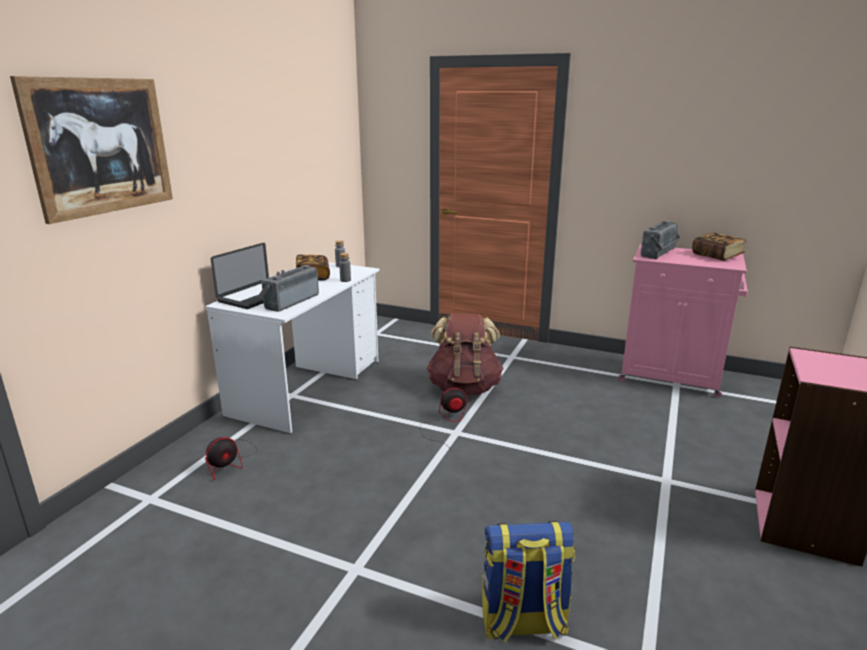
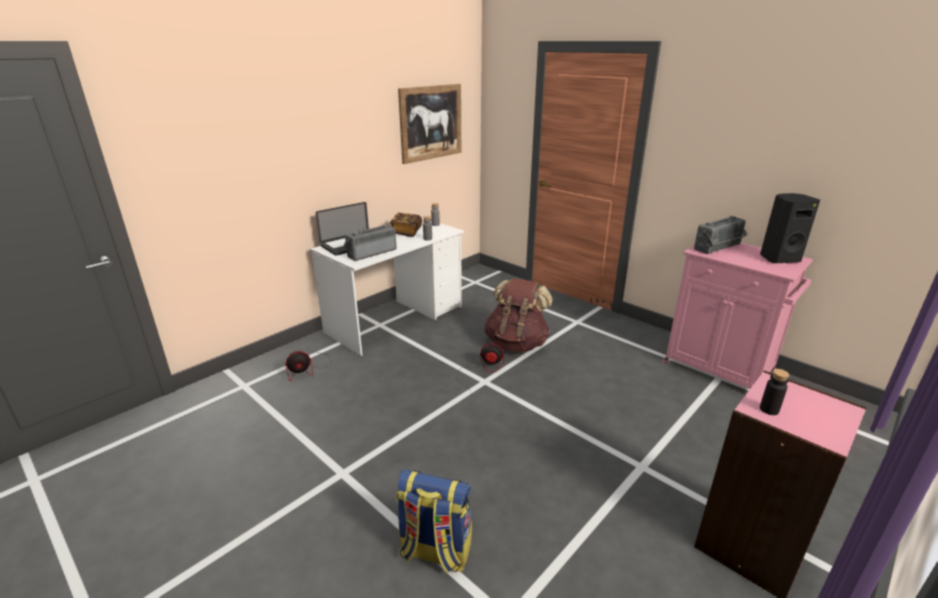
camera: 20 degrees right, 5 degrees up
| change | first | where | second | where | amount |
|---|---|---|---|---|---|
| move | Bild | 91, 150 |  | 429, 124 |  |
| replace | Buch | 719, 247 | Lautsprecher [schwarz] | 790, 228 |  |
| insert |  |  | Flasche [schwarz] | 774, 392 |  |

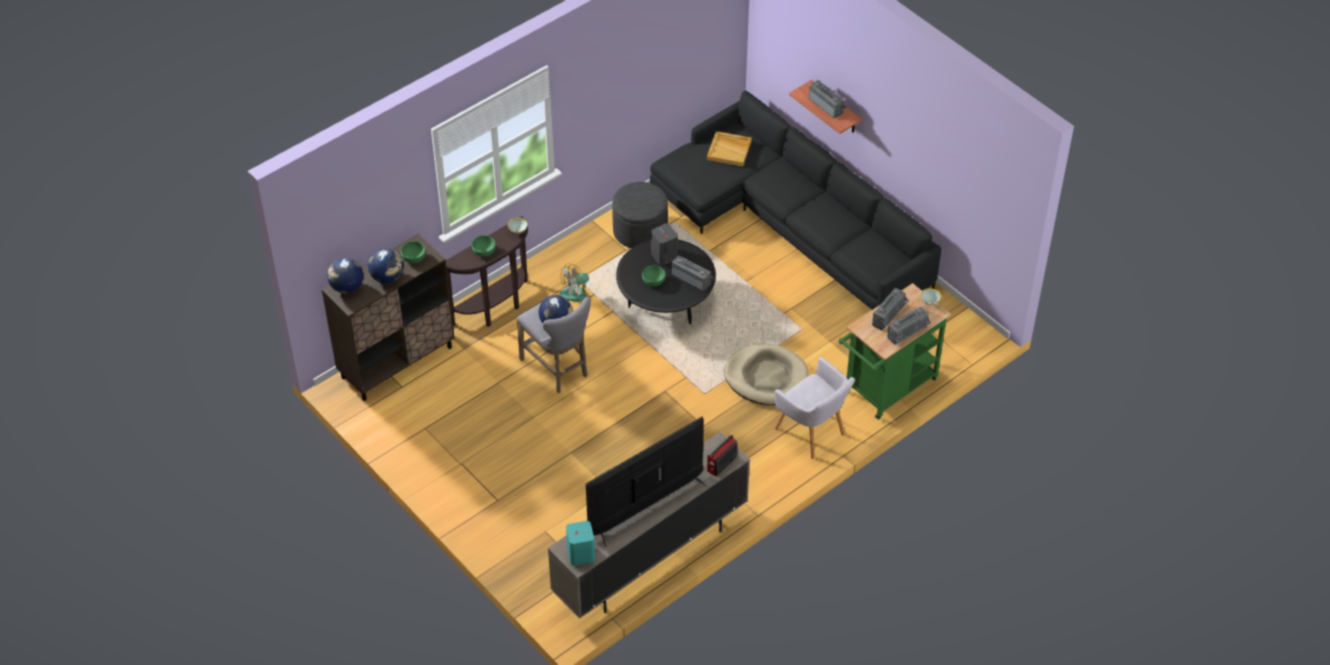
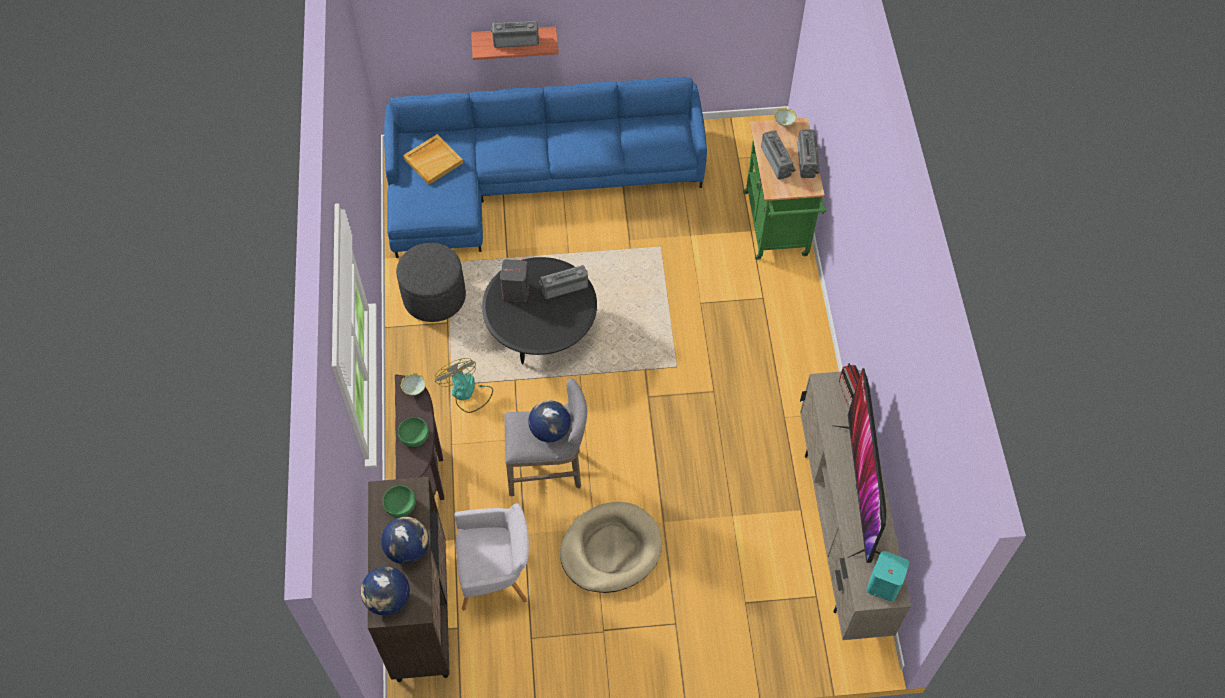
camera: 55 degrees left, 10 degrees up
| change | first | where | second | where | amount |
|---|---|---|---|---|---|
| rotate | Ventilator | 578, 282 |  | 464, 385 | 150 degrees clockwise |
| delete | Schüssel [grün] | 654, 275 |  |  |  |
| recolor | Sofa [schwarz] | 795, 200 | Sofa [blau] | 545, 167 |  |
| move | Hundebett [beige] | 766, 374 |  | 611, 547 |  |
| move | Sessel [grau] | 815, 407 |  | 491, 557 |  |

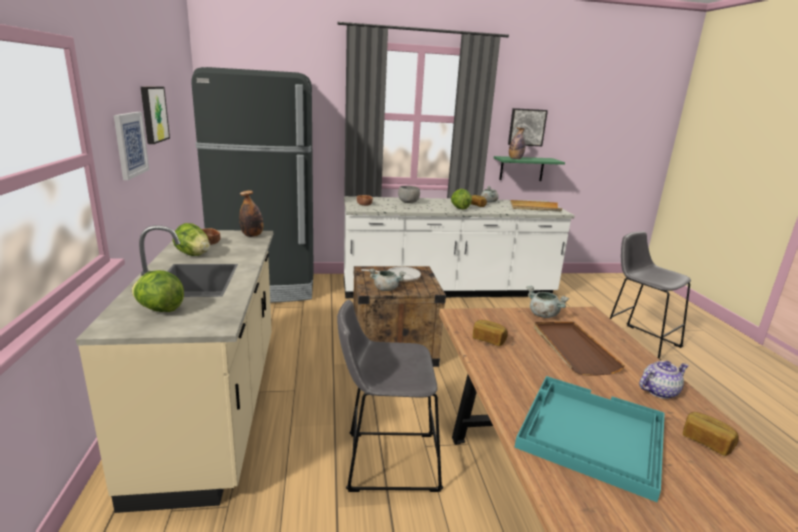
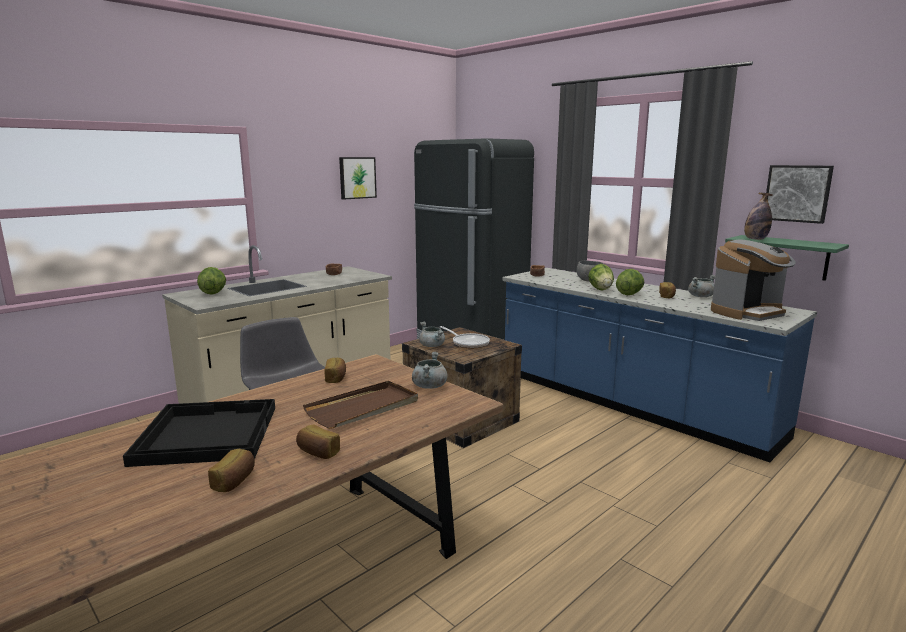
camera: 55 degrees right, 5 degrees down
| change | first | where | second | where | amount |
|---|---|---|---|---|---|
| delete | Bild | 131, 146 |  |  |  |
| move | Salatkopf | 191, 239 |  | 601, 277 |  |
| delete | Flasche | 251, 213 |  |  |  |
| recolor | Küchenzeile [weiß] | 459, 247 | Küchenzeile [blau] | 659, 365 |  |
| replace | Tablett [beige] | 536, 205 | Kaffeemaschine | 753, 280 |  |
| recolor | Tablett [türkis] | 589, 439 | Tablett [schwarz] | 199, 433 |  |
| delete | Hocker [grau] | 650, 295 |  |  |  |
| replace | Teekanne | 664, 380 | Brot | 318, 442 |  |

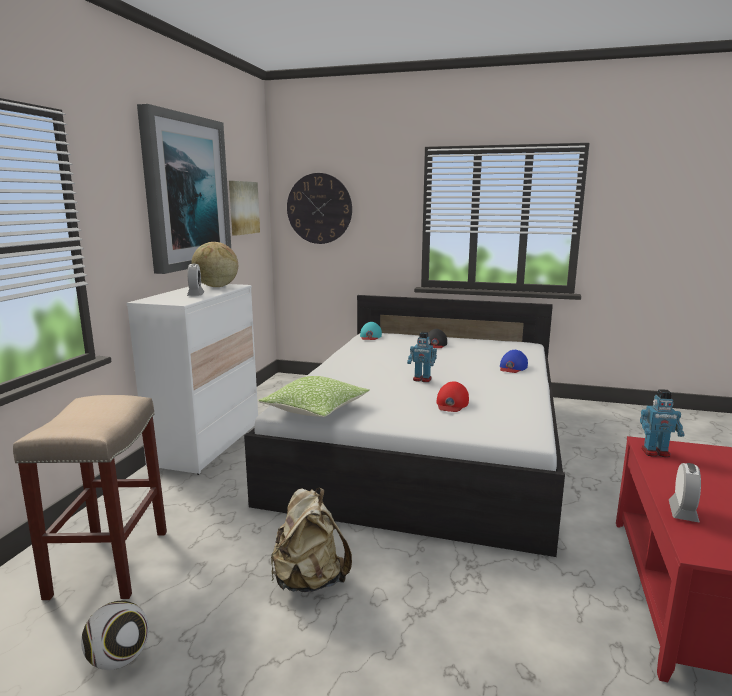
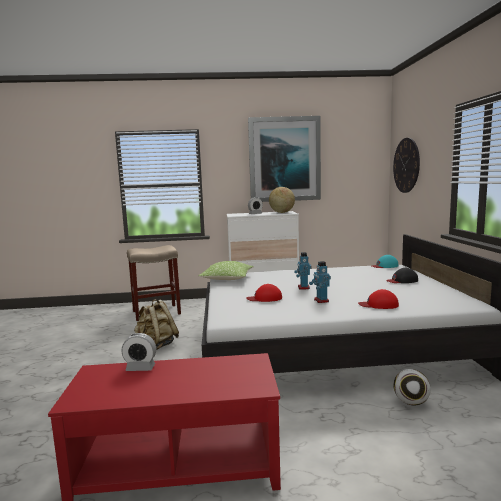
camera: 70 degrees right, 5 degrees down
| change | first | where | second | where | amount |
|---|---|---|---|---|---|
| move | Fußball | 115, 635 |  | 412, 387 |  |
| delete | Bild | 244, 208 |  |  |  |
| recolor | Kappe [blau] | 514, 361 | Kappe [rot] | 378, 299 |  |
| move | Spielzeugroboter | 662, 423 |  | 320, 282 |  |

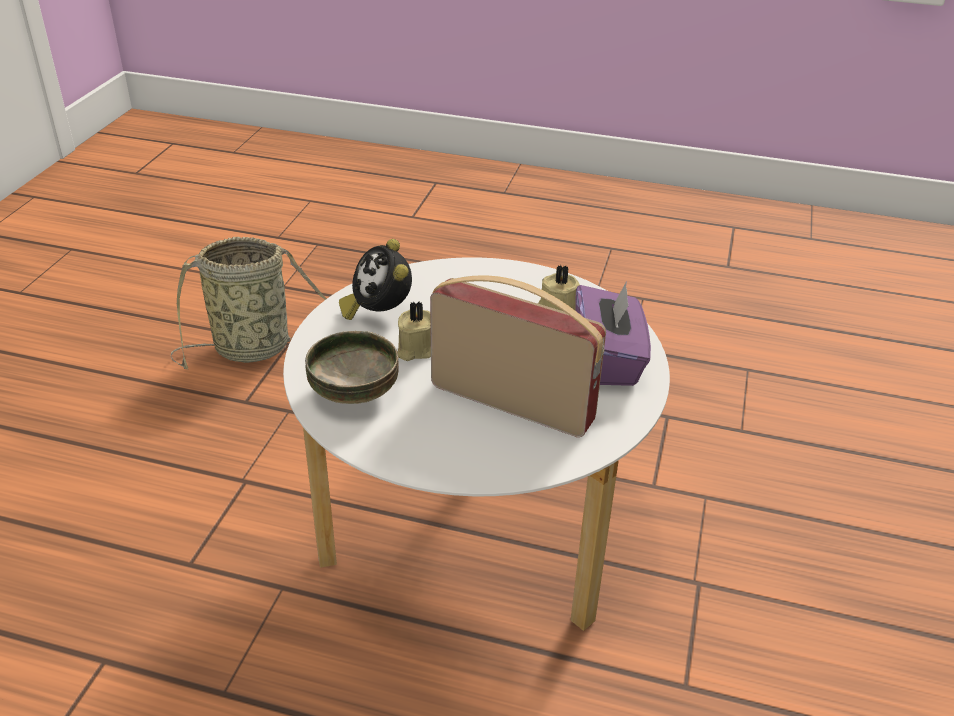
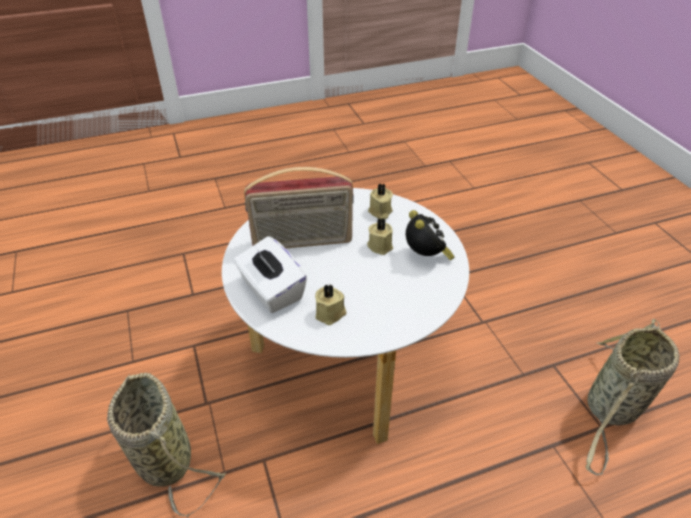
camera: 145 degrees right, 5 degrees up
| change | first | where | second | where | amount |
|---|---|---|---|---|---|
| replace | Schüssel | 352, 367 | Kerze [beige] | 380, 201 |  |
| rotate | Wecker | 375, 279 |  | 430, 235 | 45 degrees clockwise |
| recolor | Taschentuchbox [lila] | 613, 333 | Taschentuchbox [weiß] | 270, 274 |  |
| insert |  |  | Korb | 166, 445 |  |

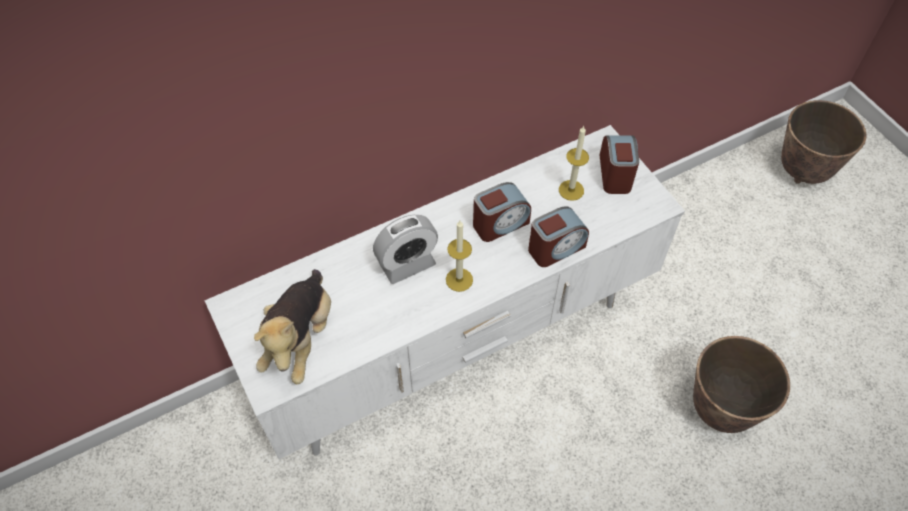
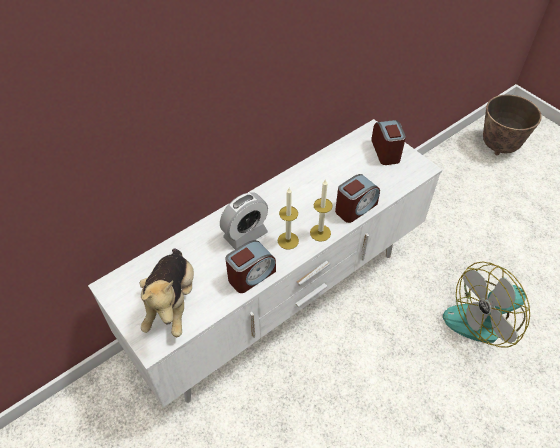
camera: 10 degrees left, 5 degrees down
| change | first | where | second | where | amount |
|---|---|---|---|---|---|
| move | Wecker | 502, 212 |  | 251, 266 |  |
| move | Kerze | 574, 163 |  | 321, 210 |  |
| replace | Pflanzkübel | 741, 384 | Ventilator | 486, 304 |  |

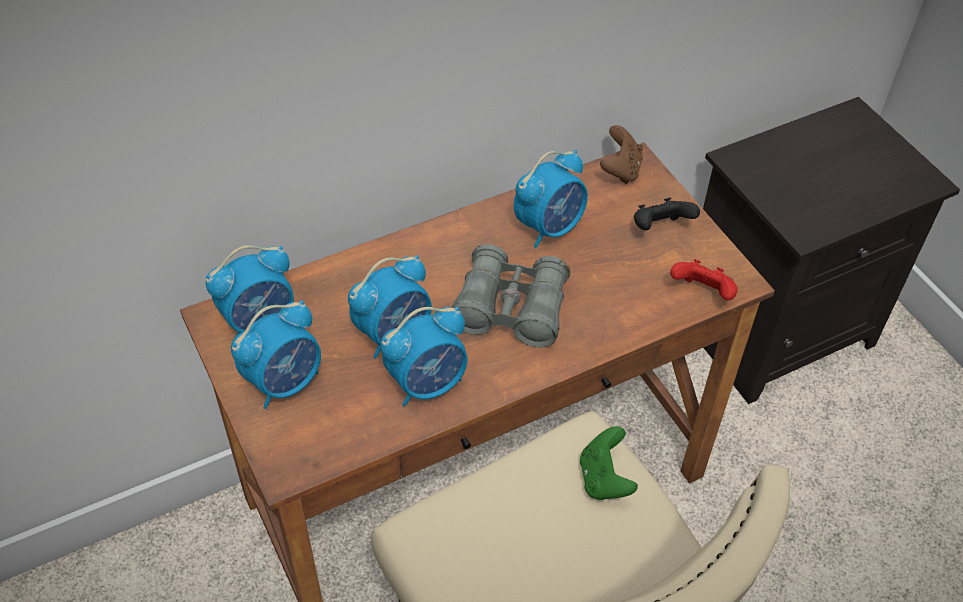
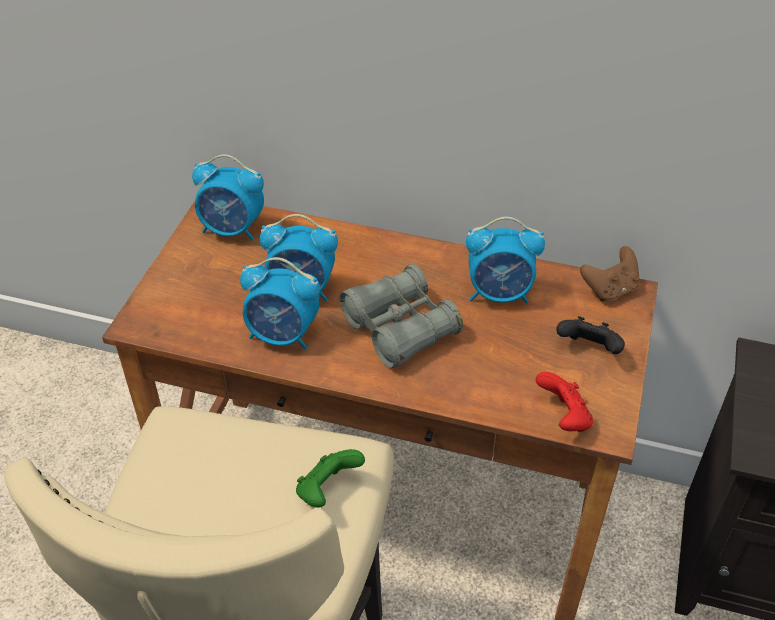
camera: 45 degrees right, 5 degrees down
| change | first | where | second | where | amount |
|---|---|---|---|---|---|
| delete | Wecker | 276, 354 |  |  |  |

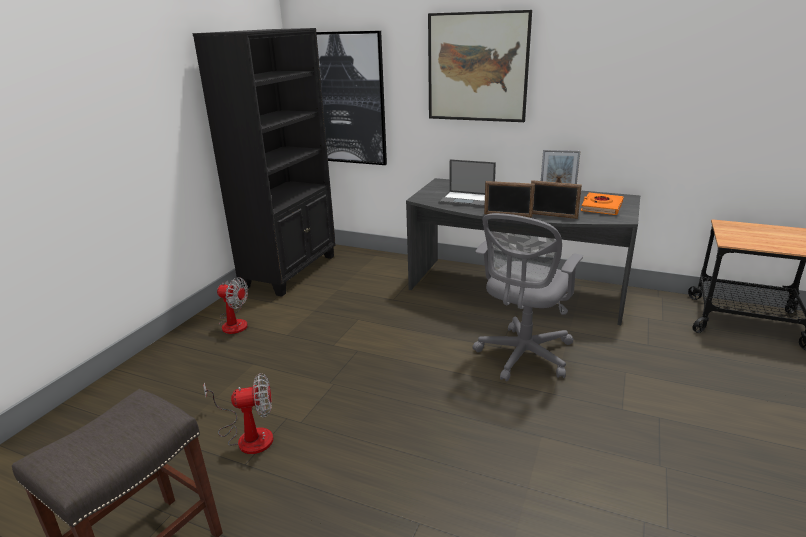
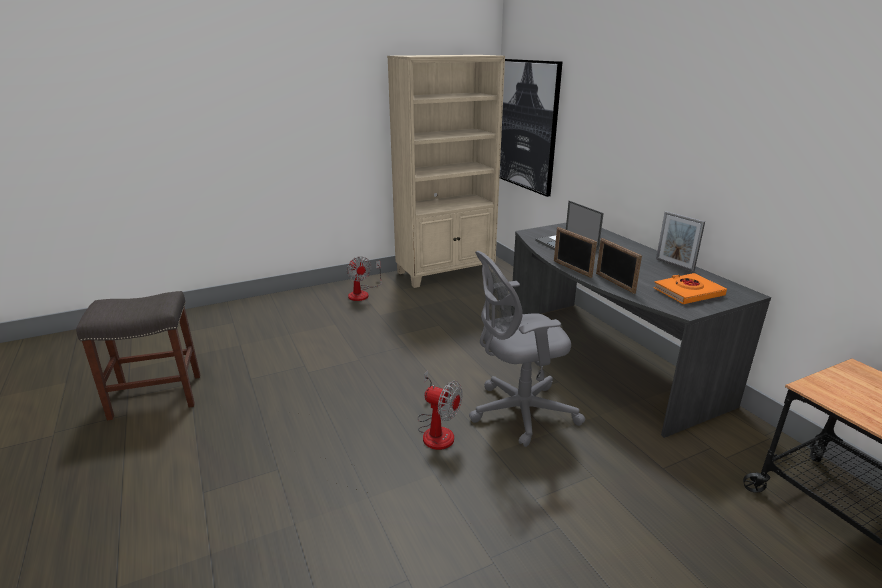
camera: 40 degrees right, 0 degrees up
| change | first | where | second | where | amount |
|---|---|---|---|---|---|
| recolor | Bücherregal [schwarz] | 264, 162 | Bücherregal [beige] | 446, 171 |  |
| move | Ventilator | 238, 413 |  | 440, 410 |  |
| delete | Bild | 480, 66 |  |  |  |

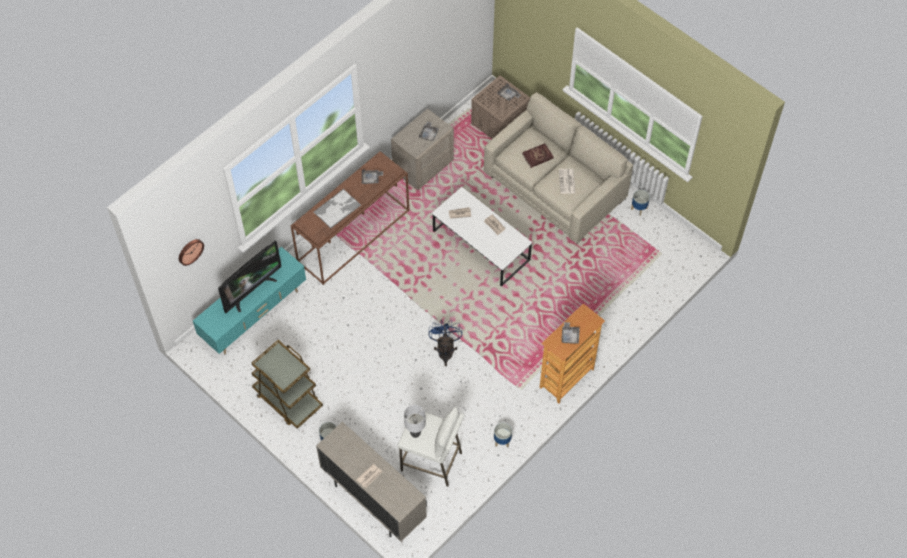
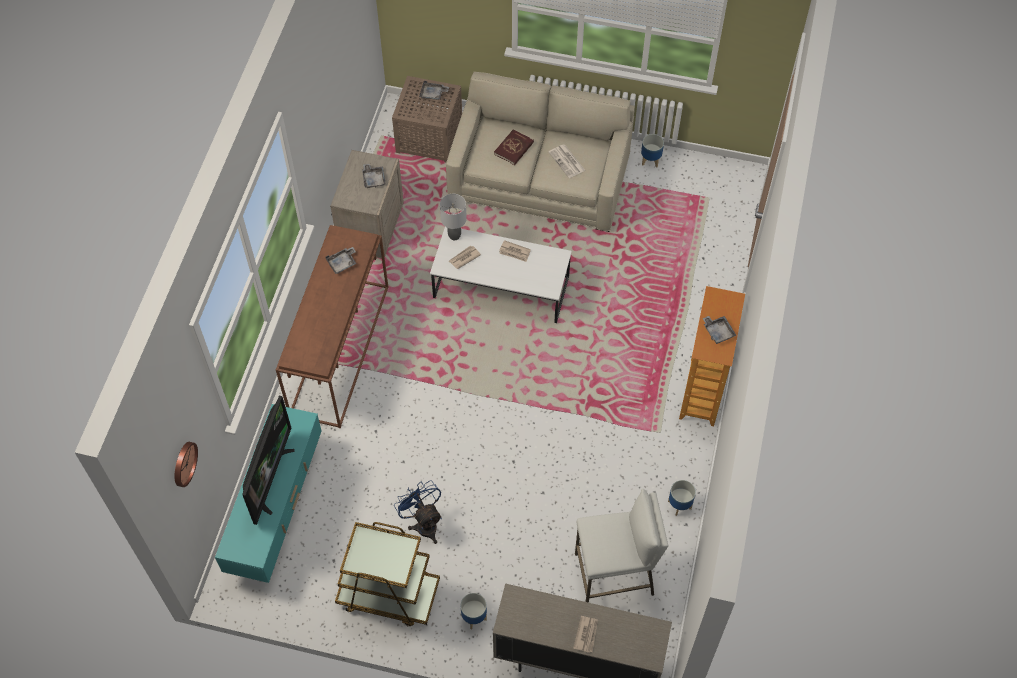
camera: 30 degrees left, 0 degrees up
| change | first | where | second | where | amount |
|---|---|---|---|---|---|
| delete | Tablett | 337, 208 |  |  |  |
| move | Tischlampe [grau] | 415, 421 |  | 453, 217 |  |
| move | Ventilator [blau] | 445, 343 |  | 418, 512 |  |

